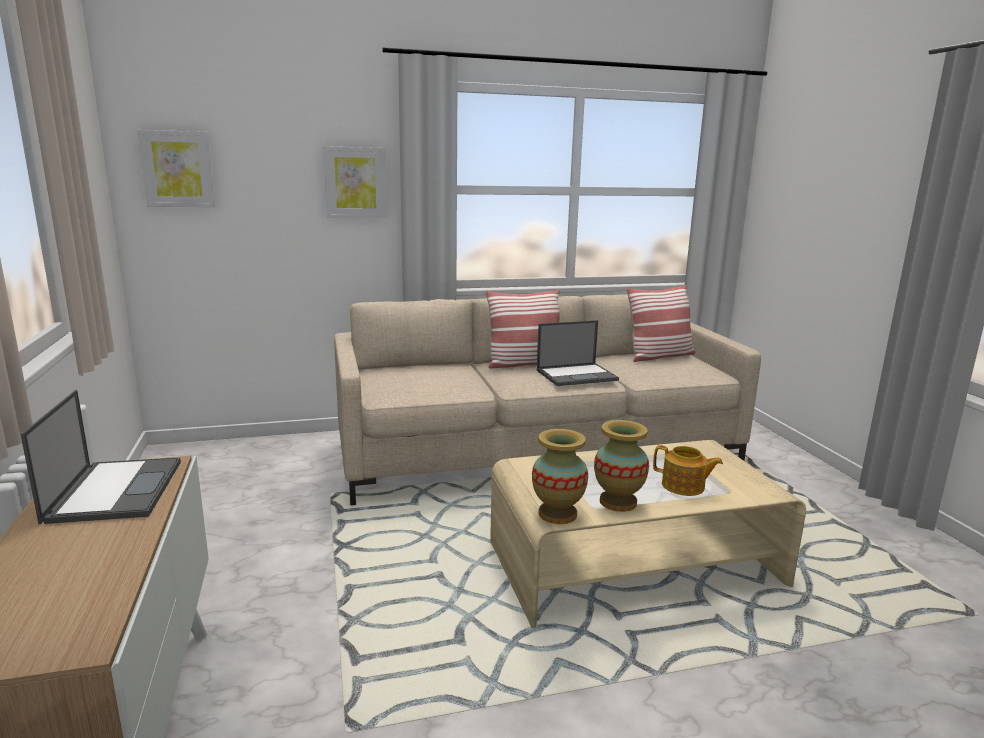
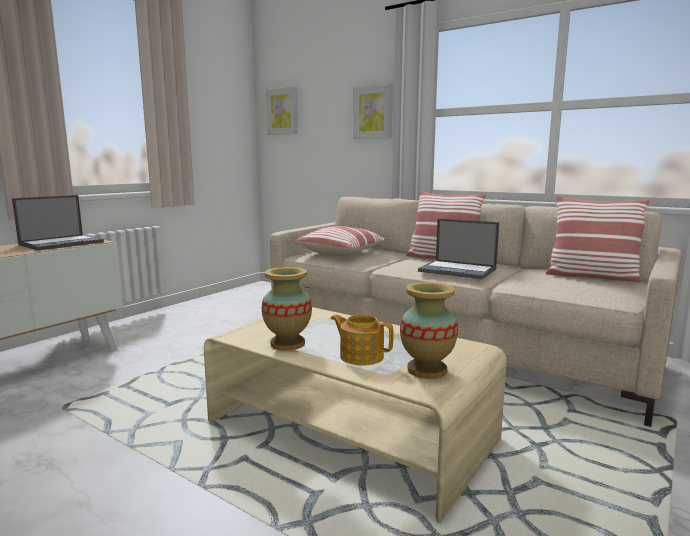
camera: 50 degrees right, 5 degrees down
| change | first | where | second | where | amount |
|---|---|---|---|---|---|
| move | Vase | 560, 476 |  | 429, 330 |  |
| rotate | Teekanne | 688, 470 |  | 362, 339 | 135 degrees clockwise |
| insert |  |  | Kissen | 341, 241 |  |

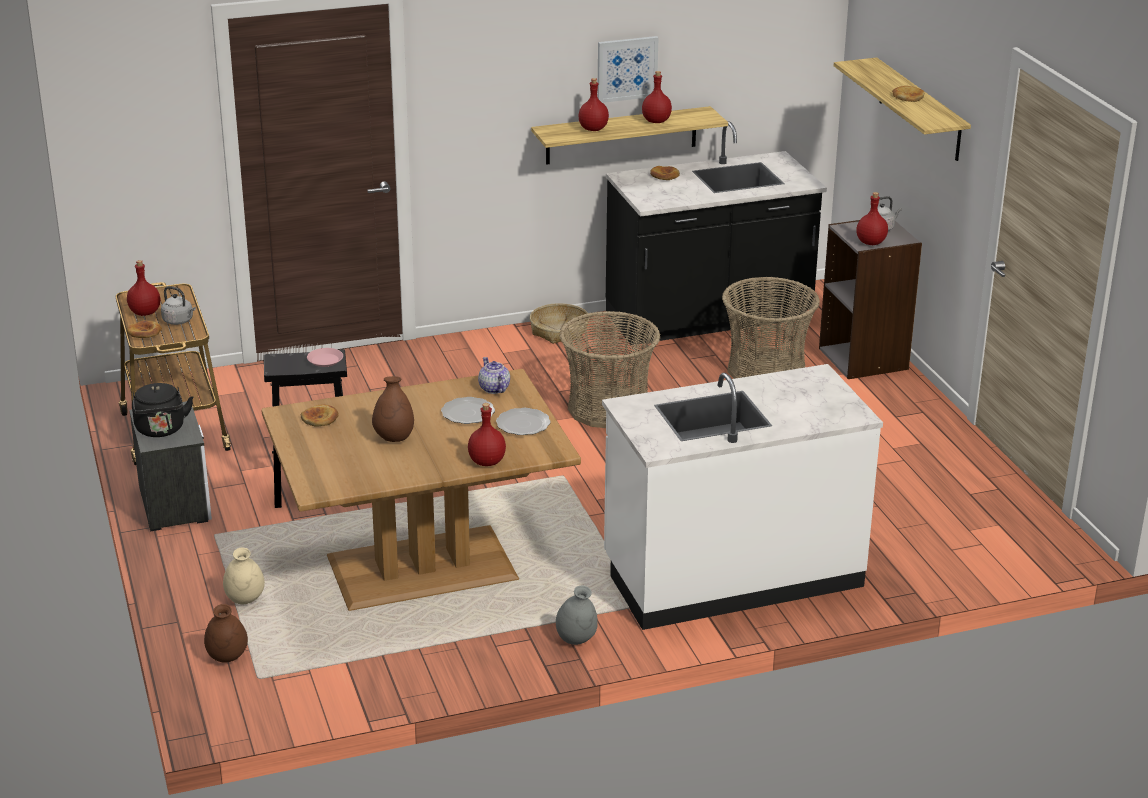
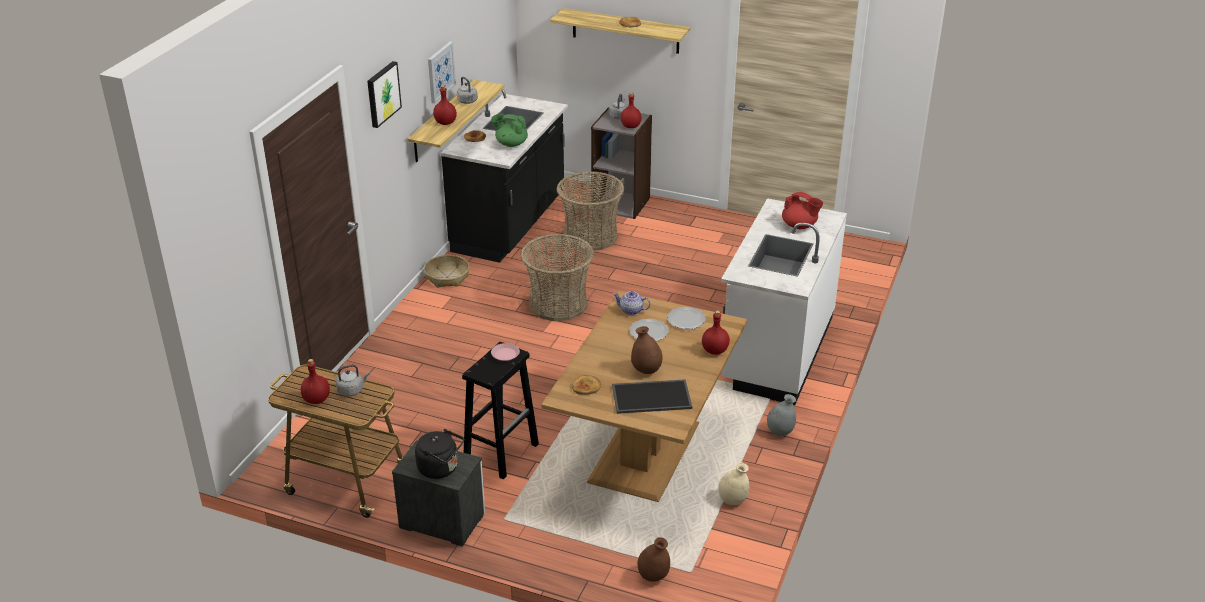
camera: 50 degrees left, 5 degrees up
| change | first | where | second | where | amount |
|---|---|---|---|---|---|
| delete | Brot | 144, 329 |  |  |  |
| move | Vase [beige] | 244, 576 |  | 734, 483 |  |
| replace | Flasche [rot] | 657, 97 | Wasserkessel [grau] | 467, 90 |  |
| insert |  |  | Bild | 384, 94 |  |
| insert |  |  | Teekanne [grün] | 509, 130 |  |
| insert |  |  | Tablett | 652, 396 |  |
| insert |  |  | Teekanne [rot] | 802, 210 |  |

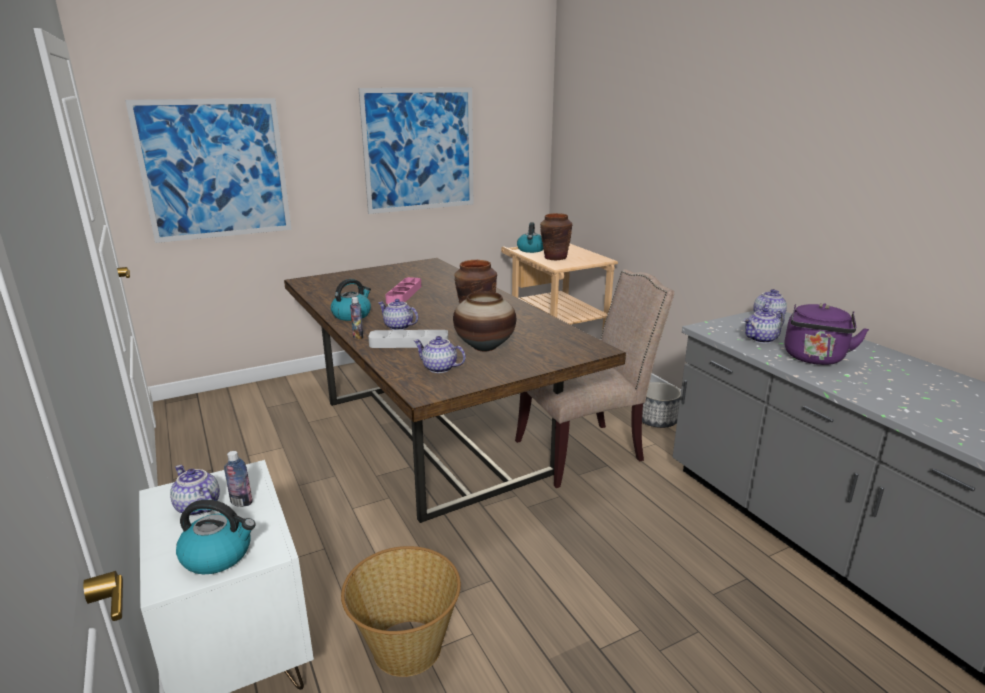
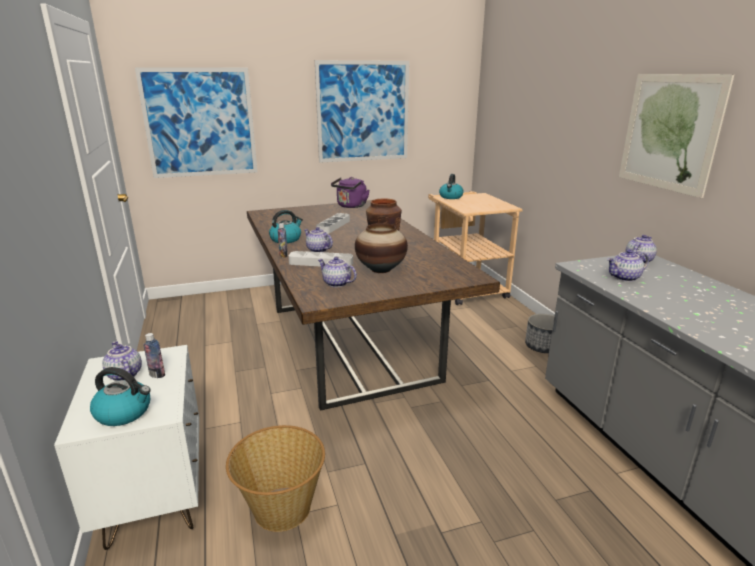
camera: 10 degrees right, 0 degrees up
| change | first | where | second | where | amount |
|---|---|---|---|---|---|
| recolor | Tablett [rosa] | 403, 290 | Tablett [grau] | 333, 223 |  |
| delete | Stuhl [beige] | 594, 378 |  |  |  |
| delete | Vase [braun] | 556, 236 |  |  |  |
| move | Wasserkessel [lila] | 826, 334 |  | 350, 192 |  |
| insert |  |  | Bild | 676, 136 |  |

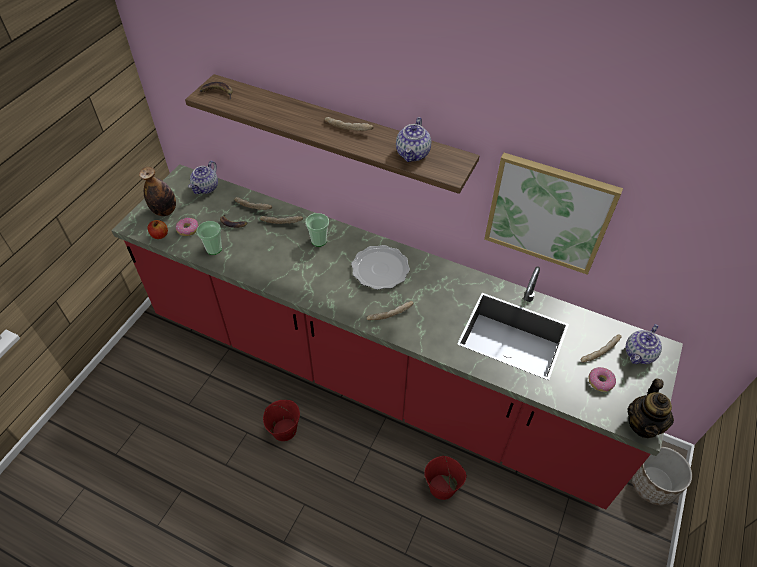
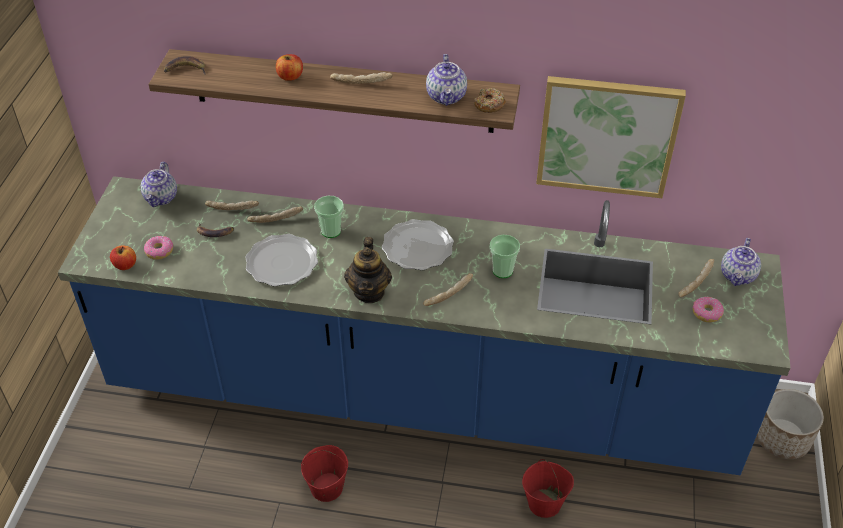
camera: 15 degrees left, 5 degrees down
| change | first | where | second | where | amount |
|---|---|---|---|---|---|
| recolor | Küchenzeile [rot] | 397, 337 | Küchenzeile [blau] | 424, 325 |  |
| delete | Flasche | 157, 191 |  |  |  |
| move | Tasse | 209, 238 |  | 505, 256 |  |
| move | Teekanne | 650, 408 |  | 368, 270 |  |
| insert |  |  | Teller | 281, 260 |  |
| insert |  |  | Apfel | 289, 67 |  |
| insert |  |  | Donut | 490, 100 |  |

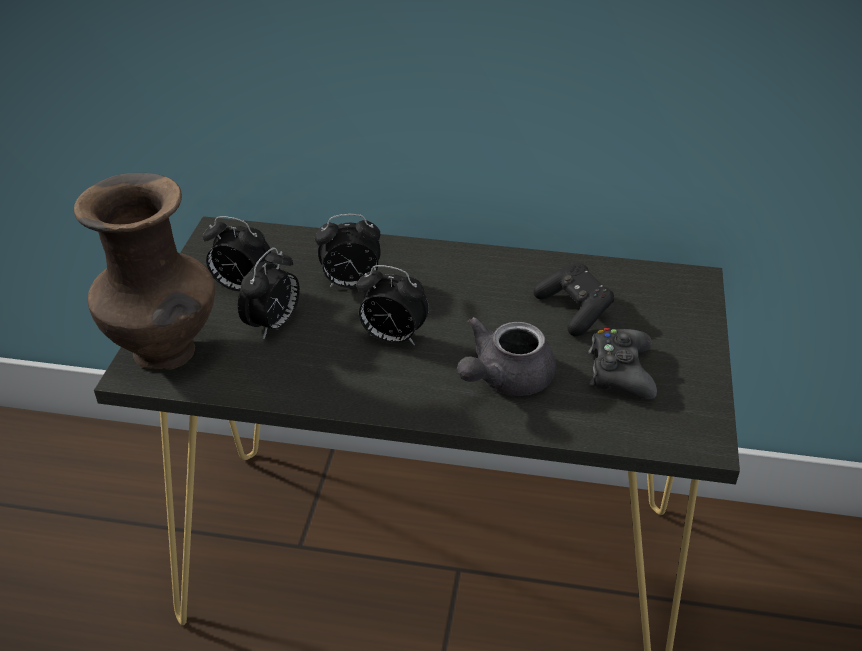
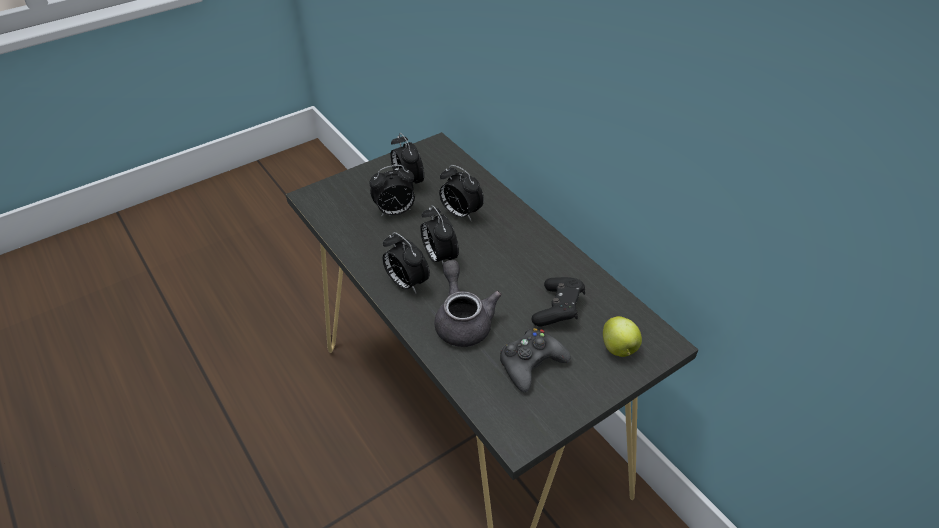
camera: 45 degrees right, 5 degrees up
| change | first | where | second | where | amount |
|---|---|---|---|---|---|
| delete | Vase [braun] | 144, 271 |  |  |  |
| rotate | Teekanne [grau] | 506, 356 |  | 468, 303 | 75 degrees clockwise |
| insert |  |  | Wecker | 406, 262 |  |
| insert |  |  | Apfel | 622, 336 |  |

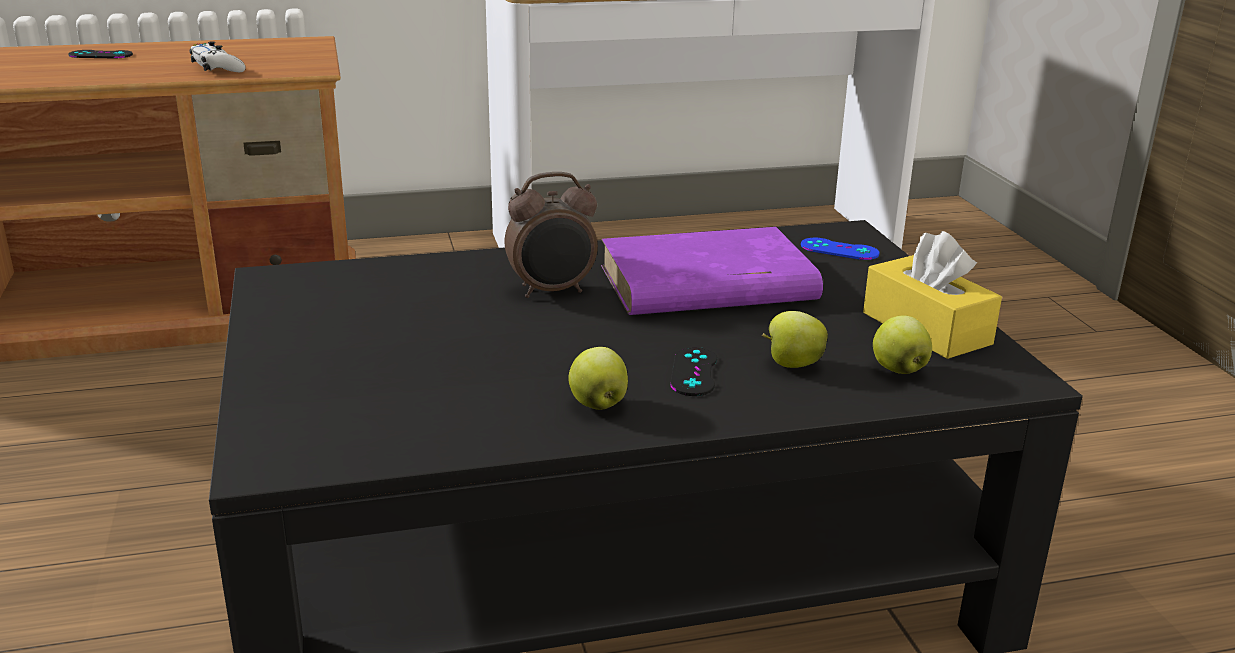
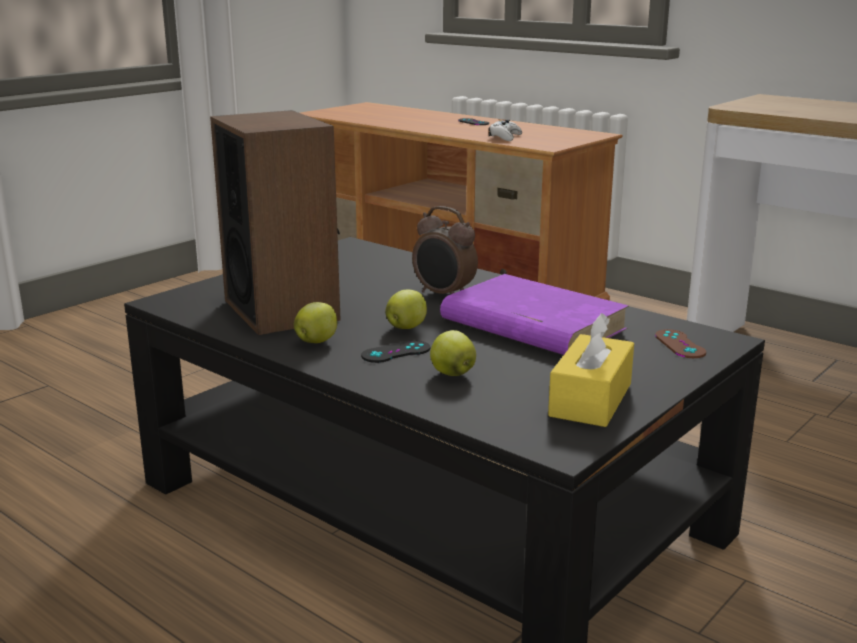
camera: 55 degrees right, 5 degrees down
| change | first | where | second | where | amount |
|---|---|---|---|---|---|
| recolor | Gamepad [blau] | 840, 249 | Gamepad [braun] | 680, 343 |  |
| move | Apfel | 902, 344 |  | 406, 309 |  |
| insert |  |  | Lautsprecher | 275, 222 |  |

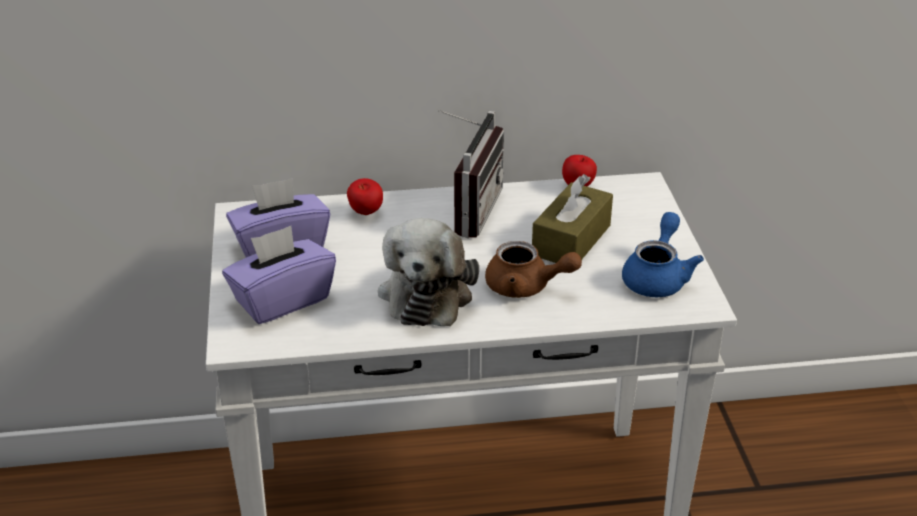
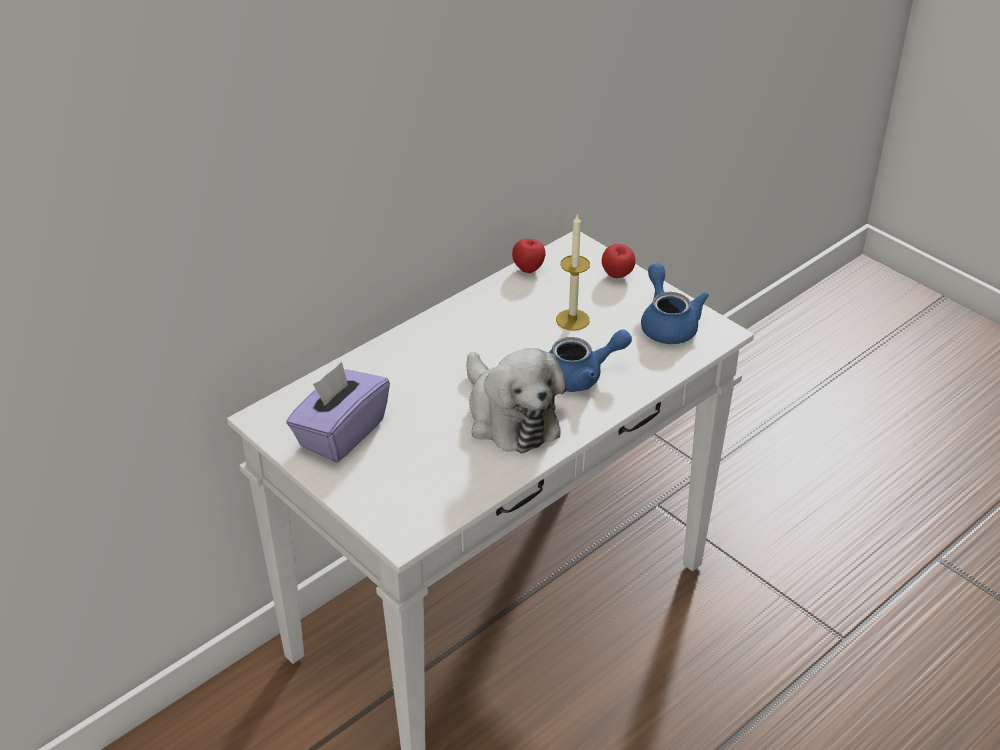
camera: 35 degrees left, 5 degrees up
| change | first | where | second | where | amount |
|---|---|---|---|---|---|
| delete | Taschentuchbox [lila] | 279, 275 |  |  |  |
| move | Apfel | 365, 196 |  | 618, 261 |  |
| delete | Radio | 470, 174 |  |  |  |
| recolor | Teekanne [braun] | 533, 269 | Teekanne [blau] | 590, 360 |  |
| replace | Taschentuchbox [braun] | 572, 218 | Kerze | 573, 272 |  |

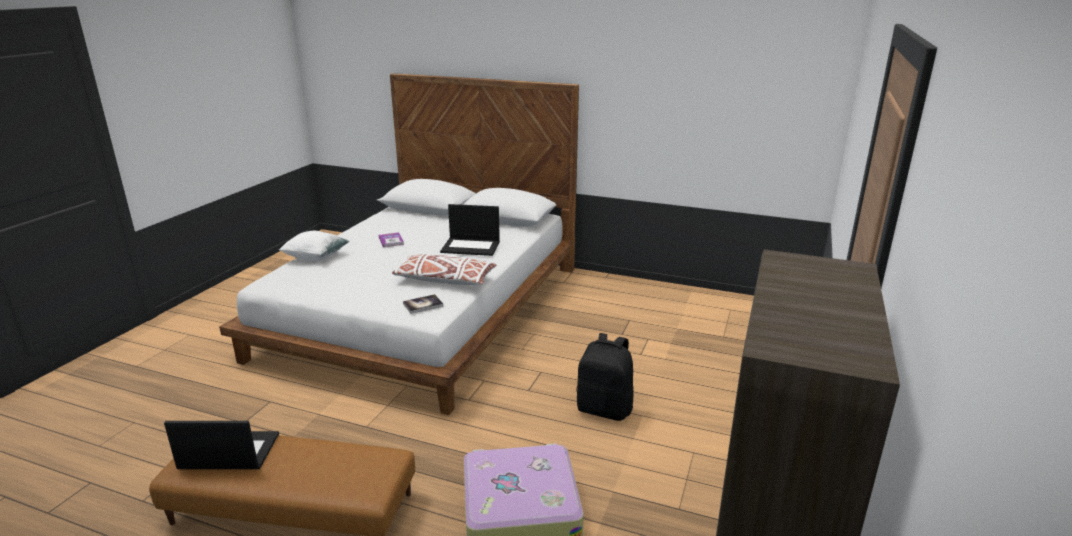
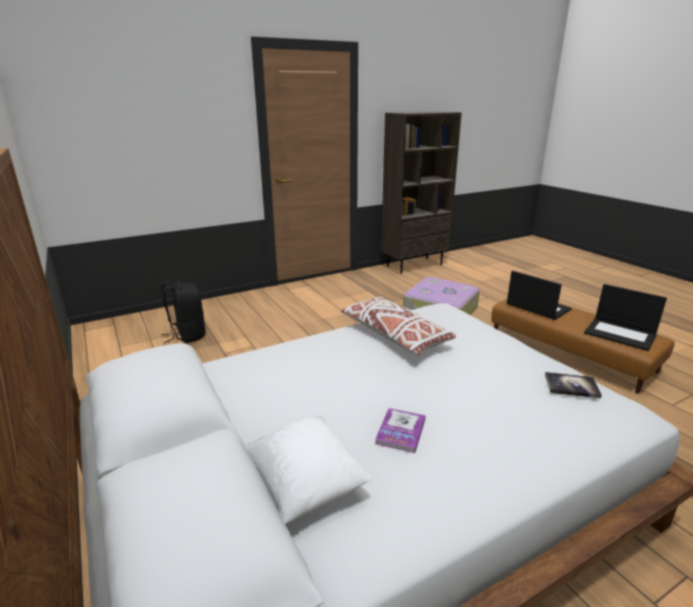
camera: 140 degrees left, 0 degrees up
| change | first | where | second | where | amount |
|---|---|---|---|---|---|
| move | Kissen [weiß] | 314, 246 |  | 308, 470 |  |
| move | Buch | 423, 304 |  | 573, 385 |  |
| move | Laptop | 470, 230 |  | 539, 295 |  |
| move | Rucksack [schwarz] | 605, 377 |  | 183, 311 |  |

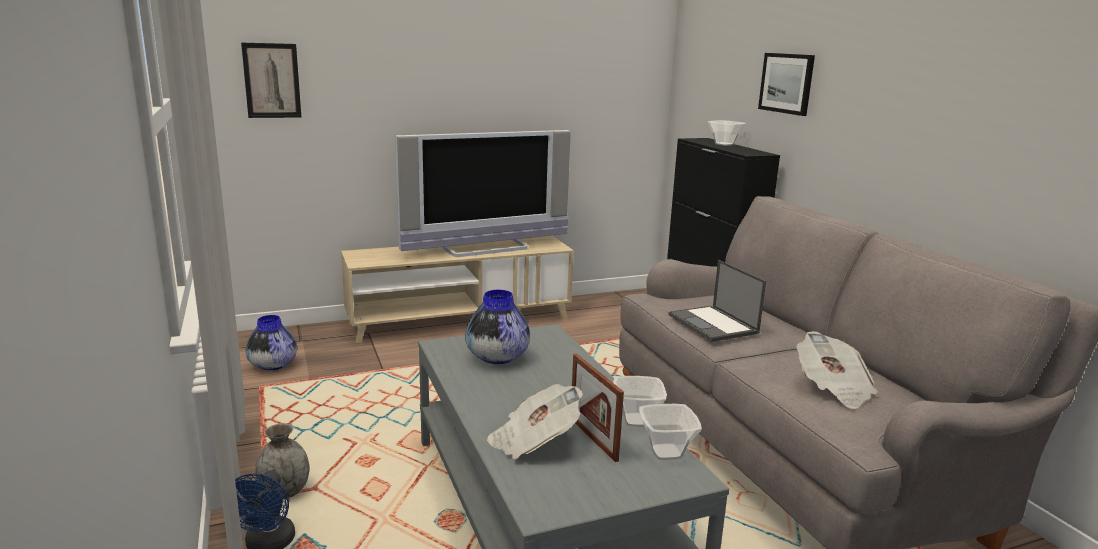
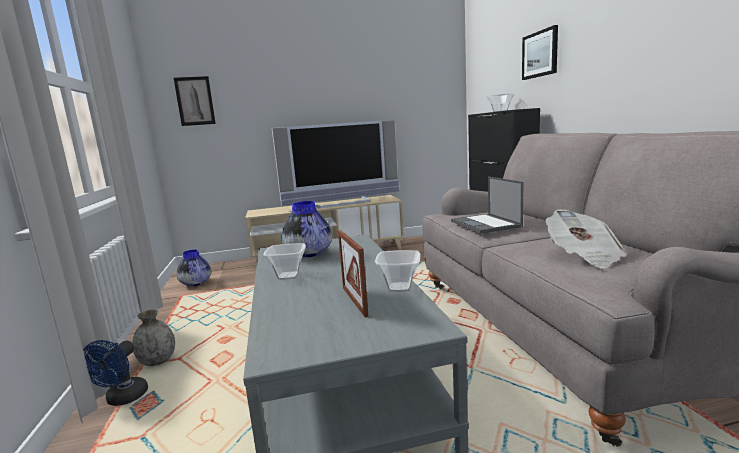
camera: 10 degrees right, 5 degrees down
| change | first | where | second | where | amount |
|---|---|---|---|---|---|
| delete | Zeitung | 535, 421 |  |  |  |
| move | Schüssel | 670, 432 |  | 284, 261 |  |

